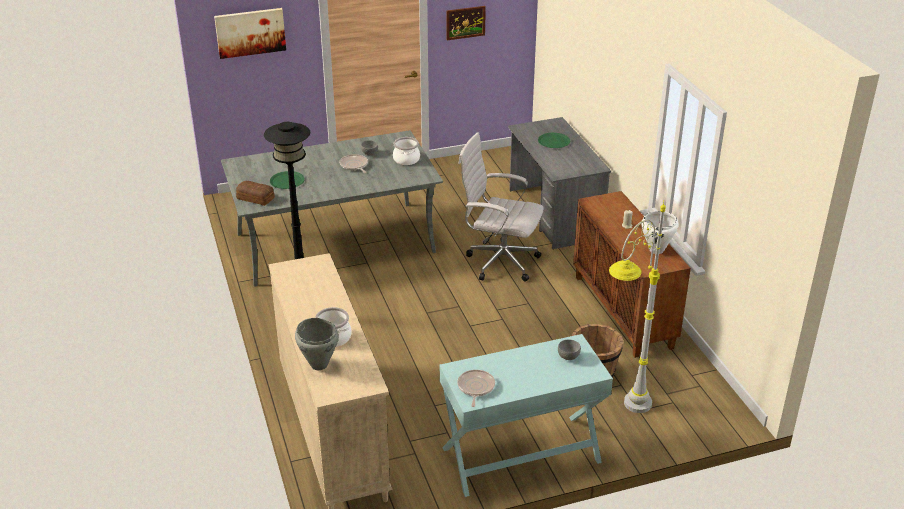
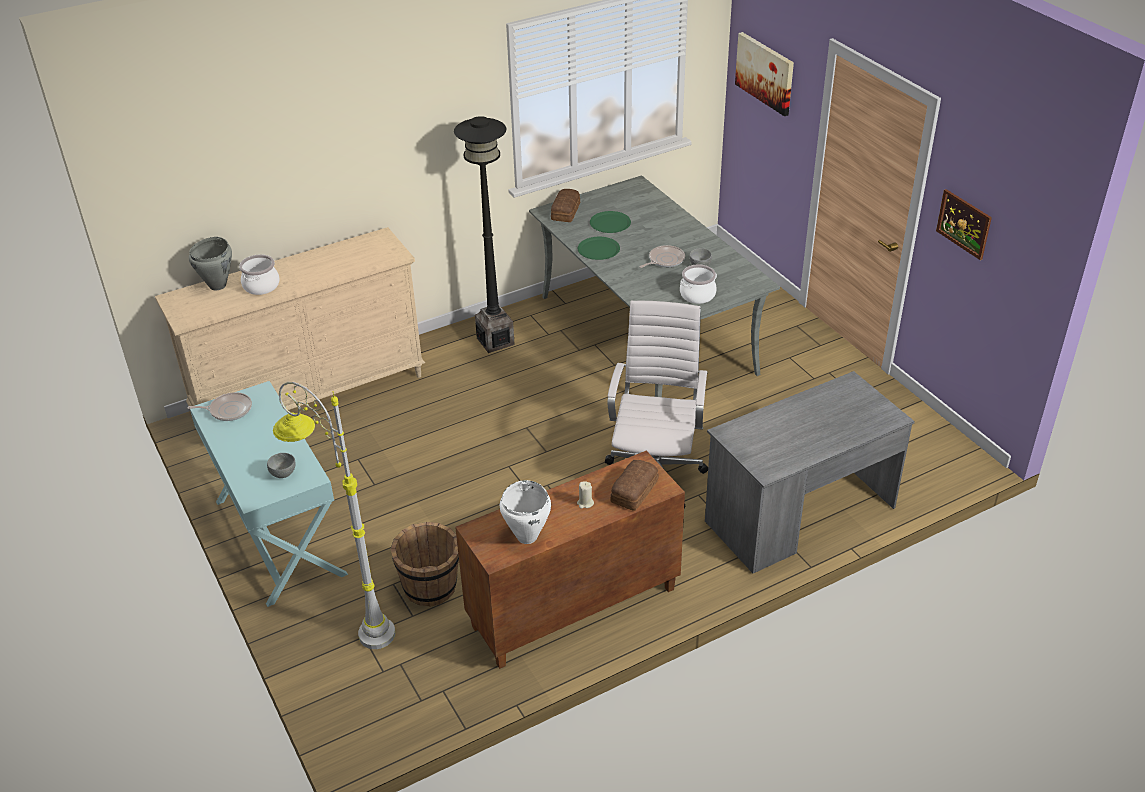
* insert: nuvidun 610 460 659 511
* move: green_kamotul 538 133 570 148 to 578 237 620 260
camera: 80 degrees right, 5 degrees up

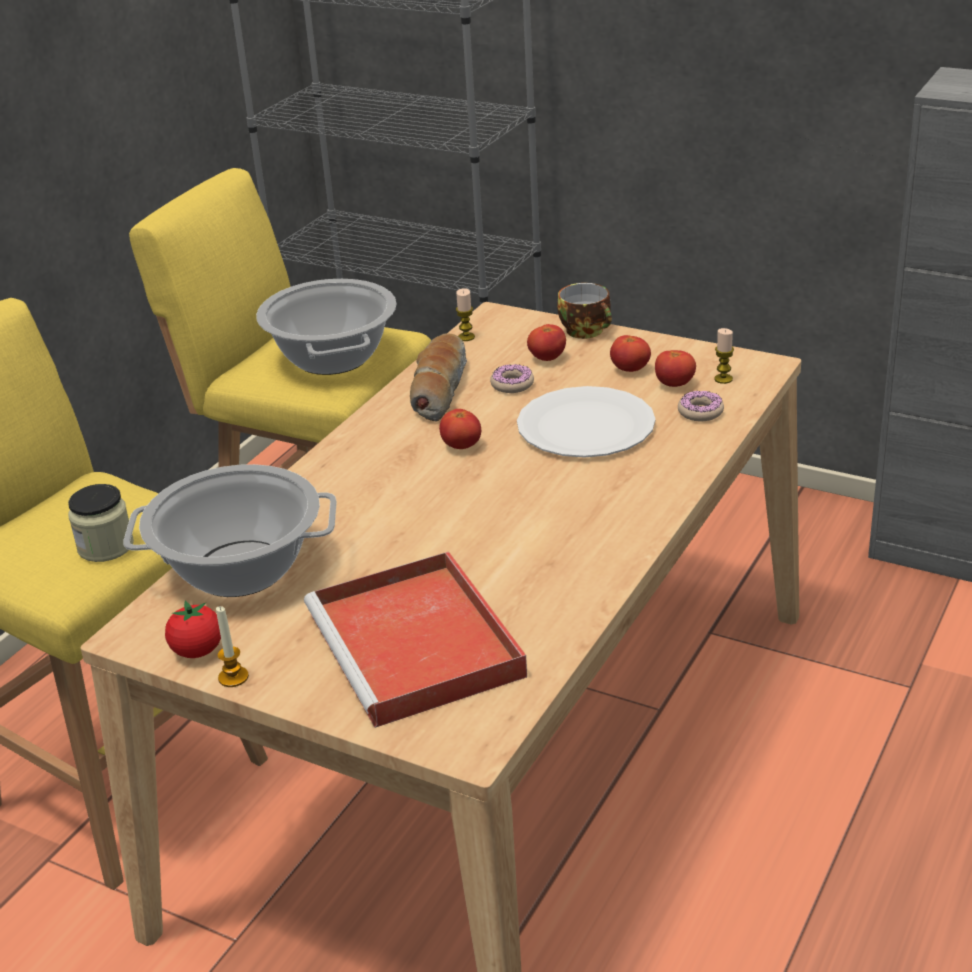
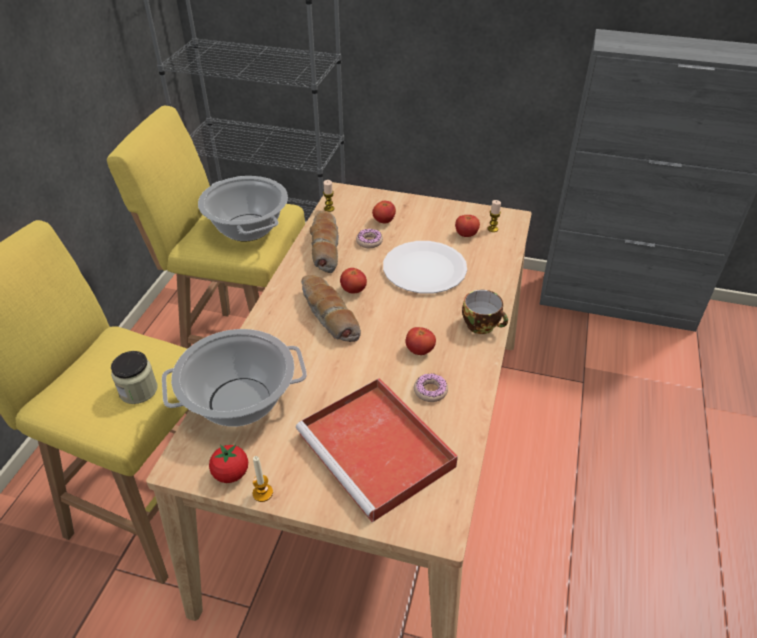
* insert: nuvidun 301 275 361 342
* move: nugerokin 557 283 612 339 to 462 290 508 334
* move: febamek 610 335 651 372 to 406 327 436 355
* move: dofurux 678 391 724 421 to 414 374 448 402
camera: 15 degrees left, 10 degrees up

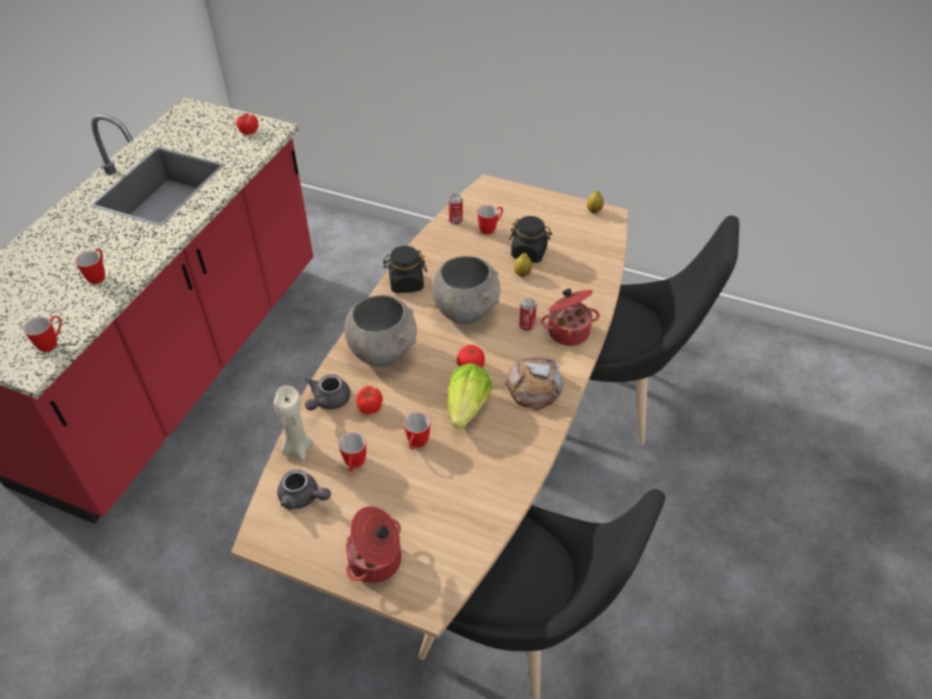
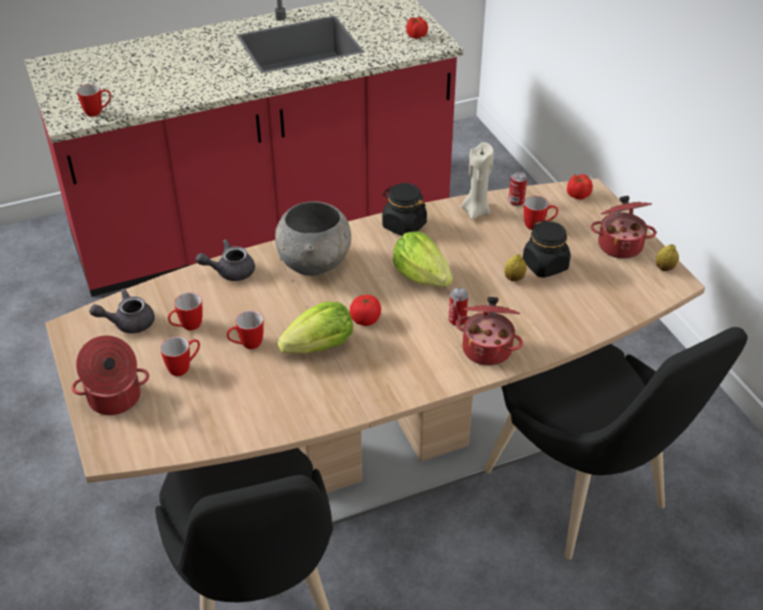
* delete: nuvidun 505 357 563 410
* insert: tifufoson 591 196 656 259
* move: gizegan 75 248 105 284 to 160 337 200 376
* move: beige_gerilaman 273 386 313 461 to 461 142 494 220
* move: febamek 356 386 383 414 to 567 174 593 200
* replace: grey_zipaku 432 256 500 324 to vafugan 393 232 453 287
* rotate: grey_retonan 277 470 331 510 = 89 289 155 333 90 degrees clockwise
camera: 45 degrees right, 5 degrees down

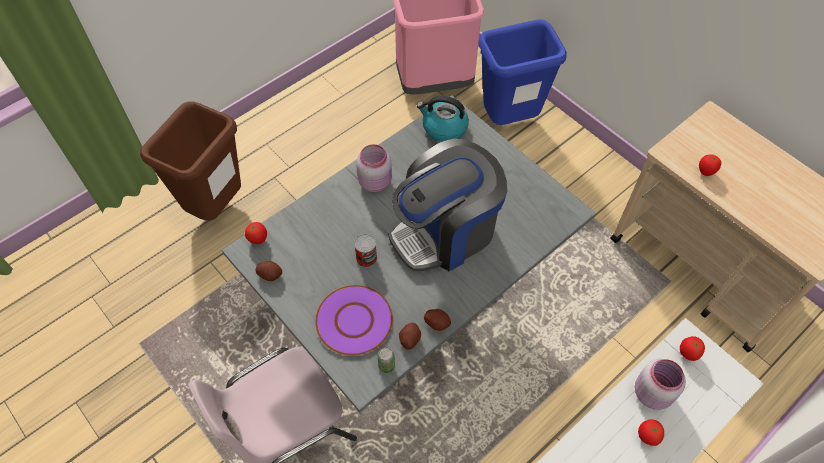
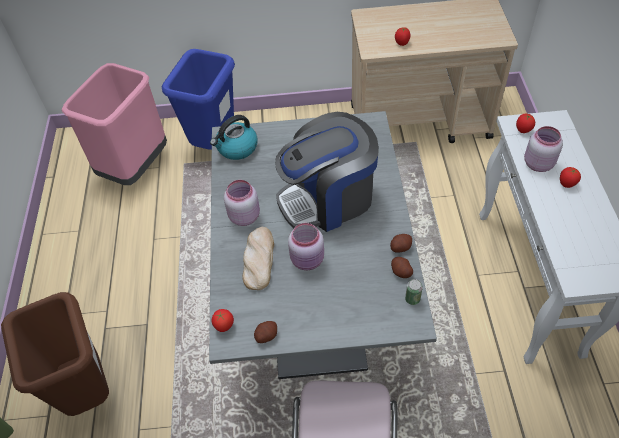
* delete: purple_kamotul 315 285 393 356
* insert: nuvidun 243 227 274 290
* replace: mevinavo 354 234 377 267 to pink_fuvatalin 288 223 324 270
* rotate: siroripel 388 139 507 271 = 275 112 379 232 60 degrees clockwise
camera: 50 degrees left, 5 degrees down

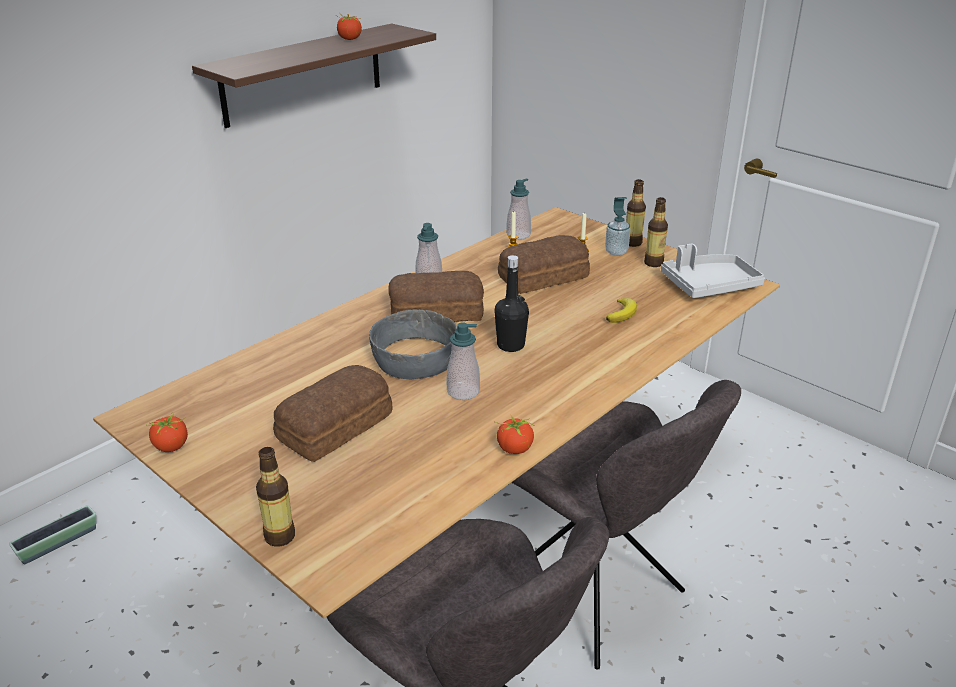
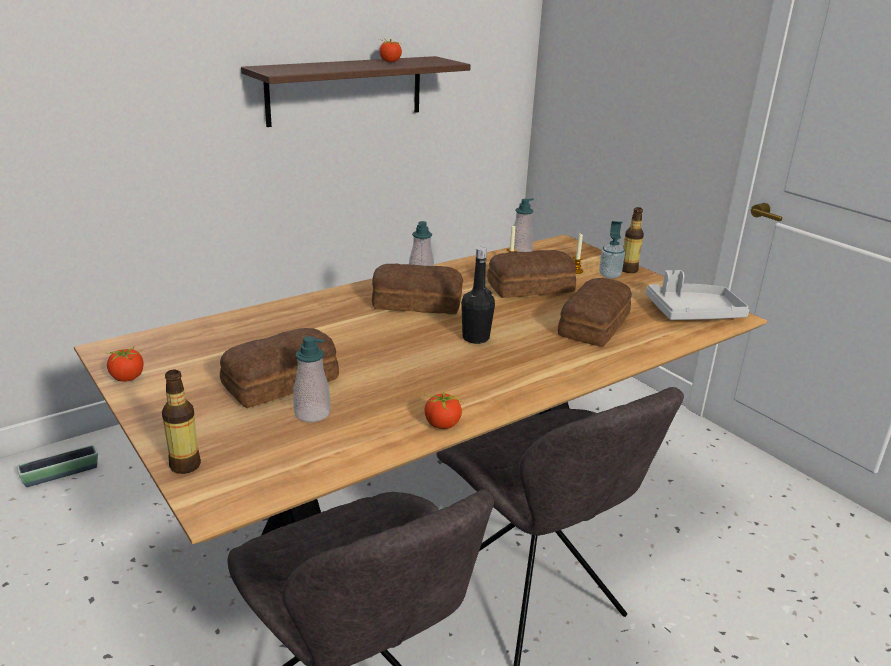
* delete: grey_zipaku 369 310 457 379
* delete: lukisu 644 197 668 267
* move: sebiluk 446 322 480 400 to 293 336 331 422
* replace: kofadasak 606 298 637 323 to nuvidun 558 278 632 347
camera: 10 degrees right, 5 degrees down

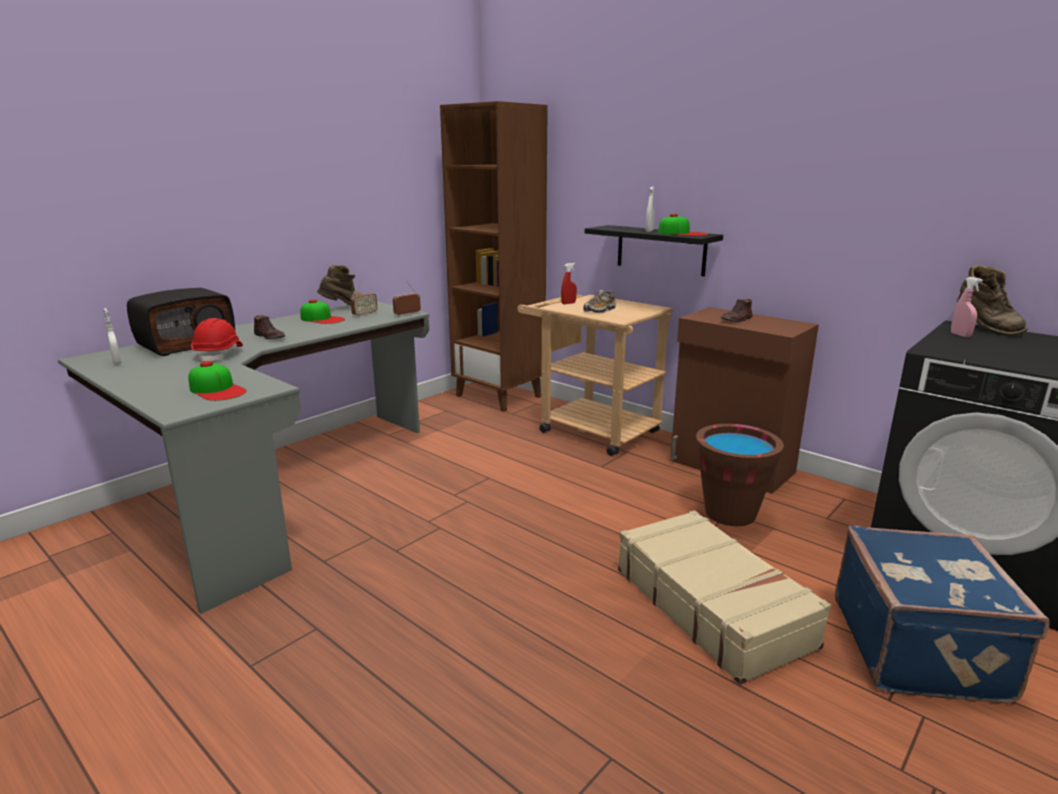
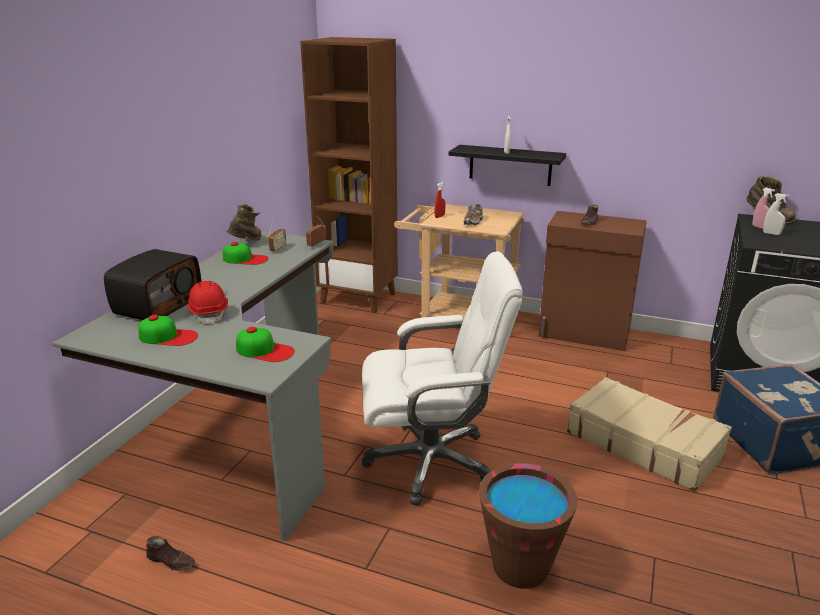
* insert: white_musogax 362 251 523 506
* move: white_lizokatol 104 308 122 364 to 763 193 789 235
* move: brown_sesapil 254 315 285 340 to 146 536 195 571
* move: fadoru 658 214 708 236 to 138 315 198 346
* move: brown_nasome 696 424 784 526 to 479 463 578 589
camera: 20 degrees left, 5 degrees up

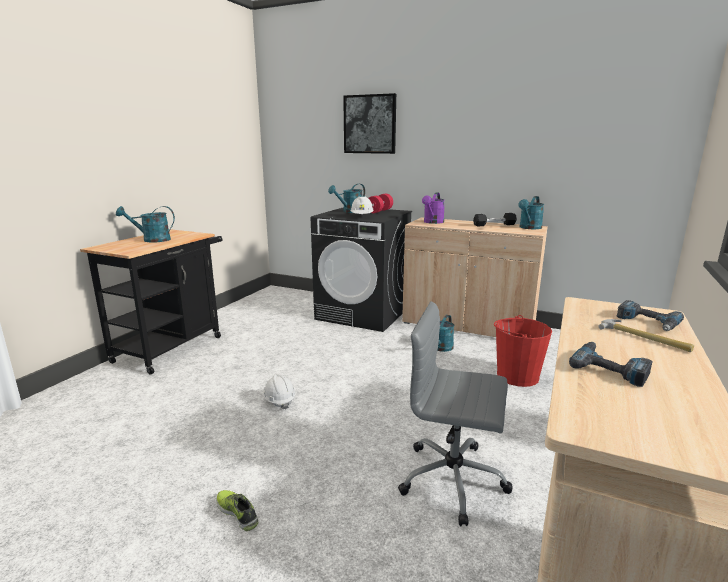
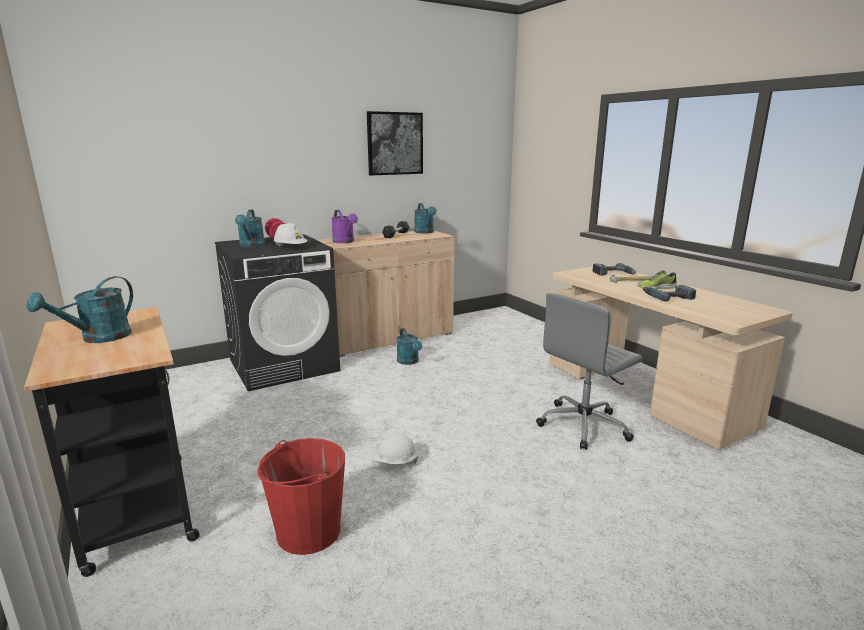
* move: sesapil 216 490 258 531 to 637 270 677 289
* move: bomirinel 343 93 396 154 to 367 111 423 175
* move: red_nasome 494 315 552 387 to 257 438 345 555
camera: 55 degrees left, 0 degrees up

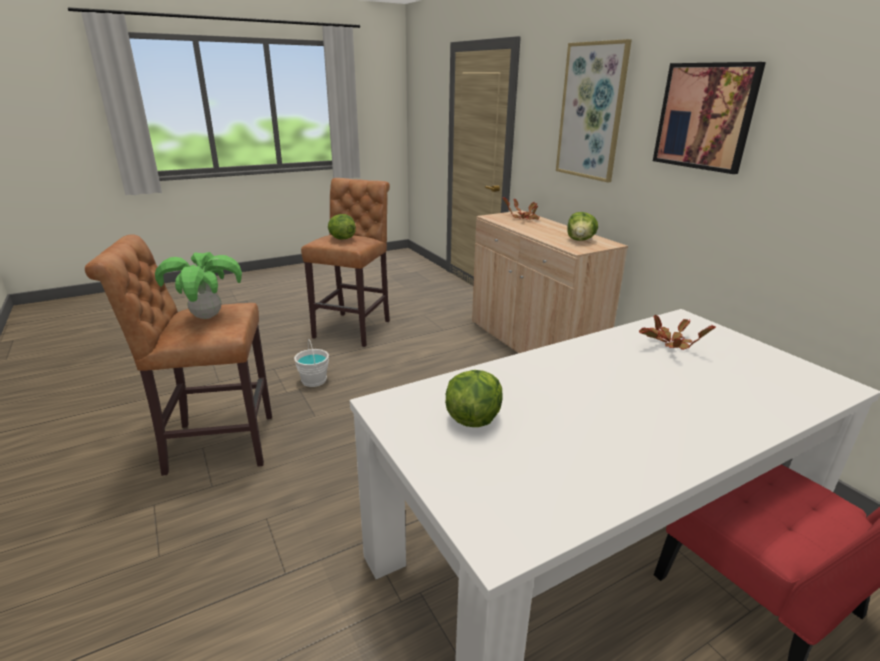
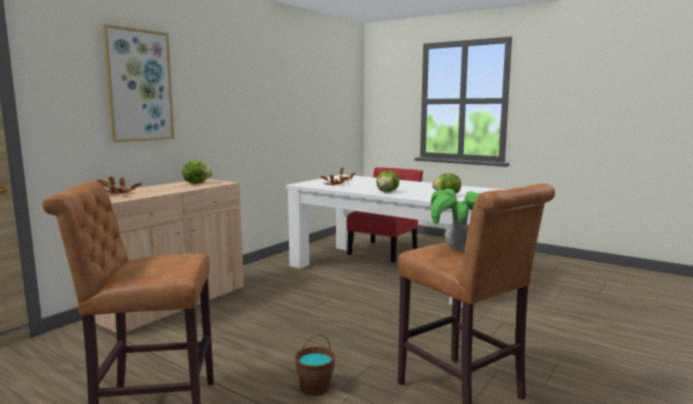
* delete: bomirinel 653 62 766 174
* move: vafugan 328 214 356 239 to 376 171 399 192
* recolor: white_nasome 294 339 329 387 to brown_nasome 294 335 336 396
camera: 115 degrees left, 15 degrees down

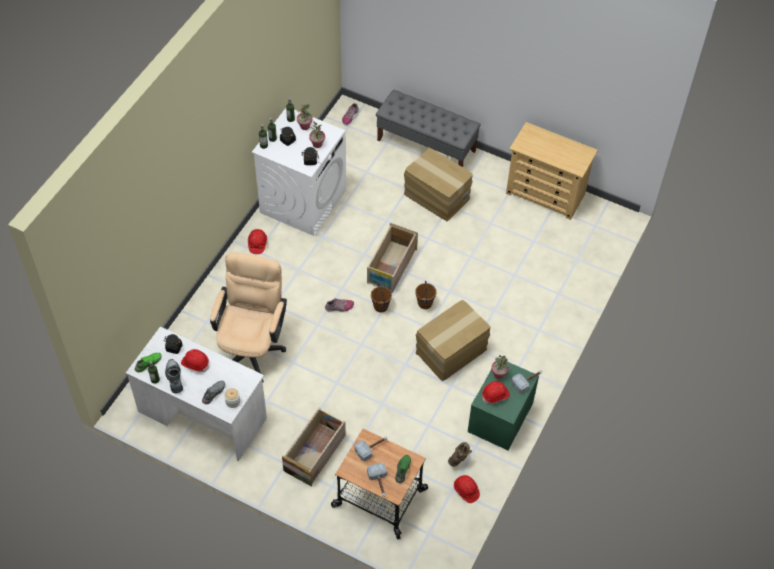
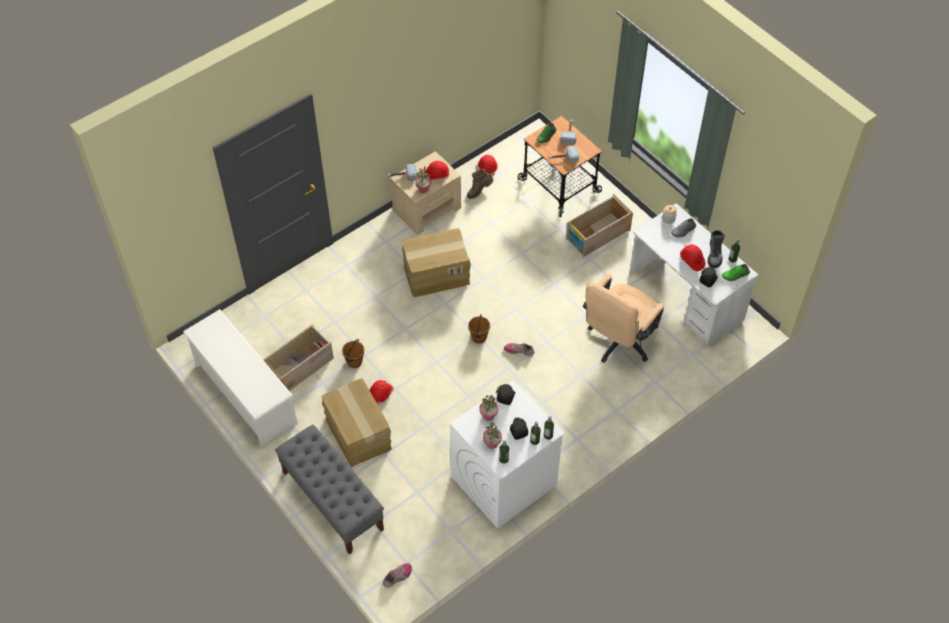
* move: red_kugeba 248 229 267 254 to 370 380 393 405
* move: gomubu 367 223 418 293 to 263 325 334 391
* move: brown_nasome 415 281 437 309 to 342 339 364 368
* replace: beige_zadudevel 506 122 598 220 to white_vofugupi 183 309 298 446
* recolor: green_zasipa 468 359 539 450 to beige_zasipa 390 151 461 235
camera: 155 degrees left, 0 degrees up

